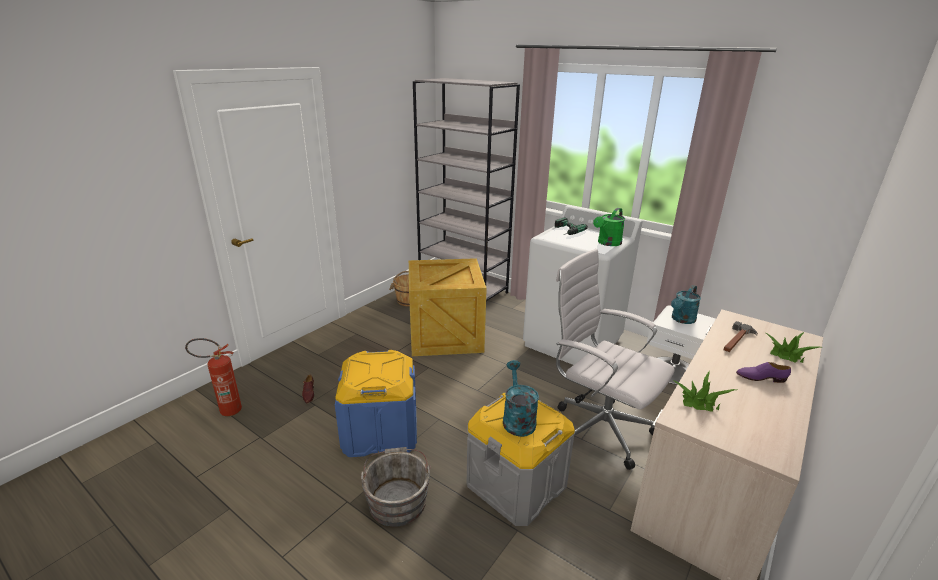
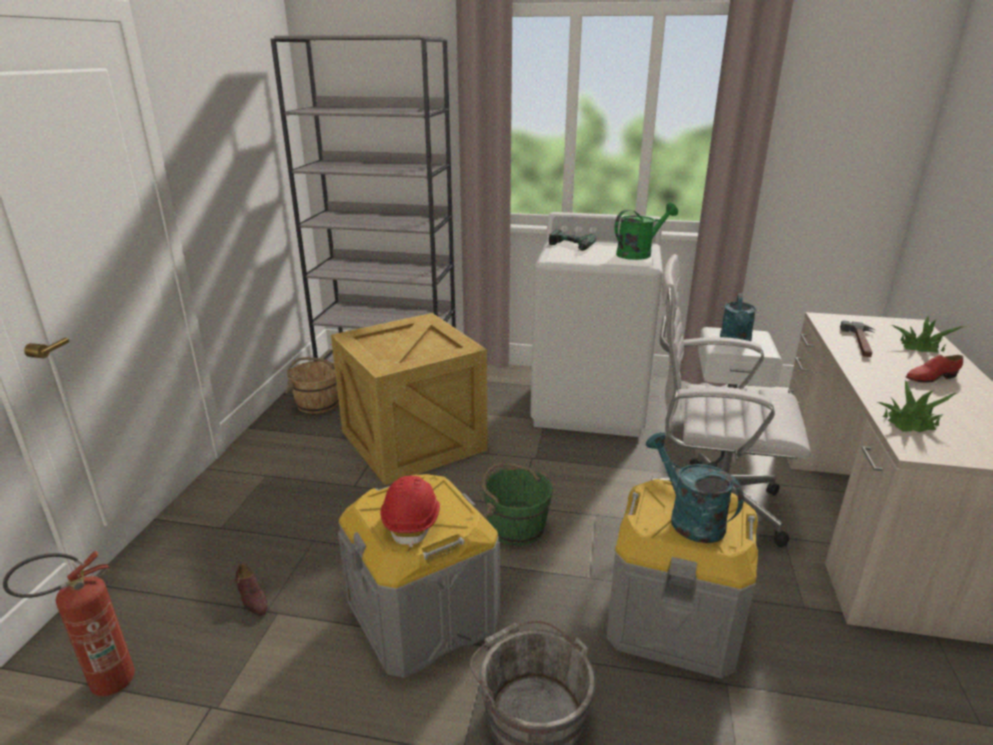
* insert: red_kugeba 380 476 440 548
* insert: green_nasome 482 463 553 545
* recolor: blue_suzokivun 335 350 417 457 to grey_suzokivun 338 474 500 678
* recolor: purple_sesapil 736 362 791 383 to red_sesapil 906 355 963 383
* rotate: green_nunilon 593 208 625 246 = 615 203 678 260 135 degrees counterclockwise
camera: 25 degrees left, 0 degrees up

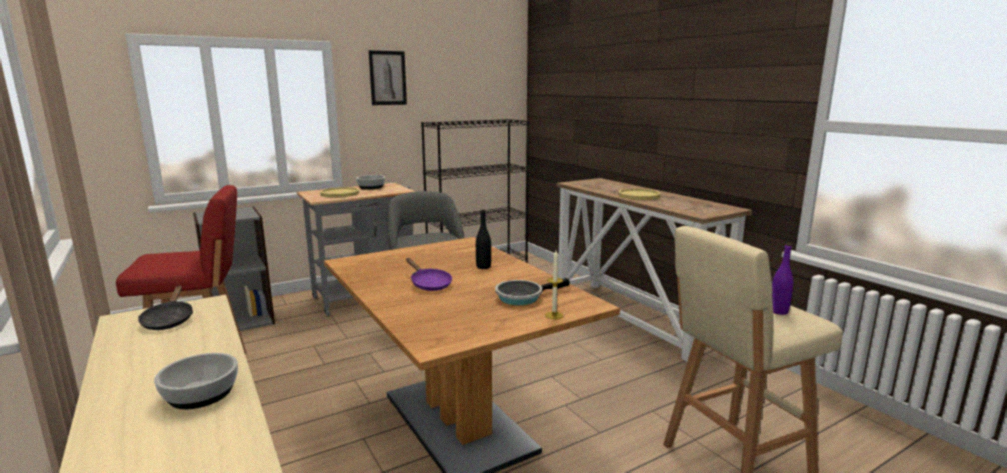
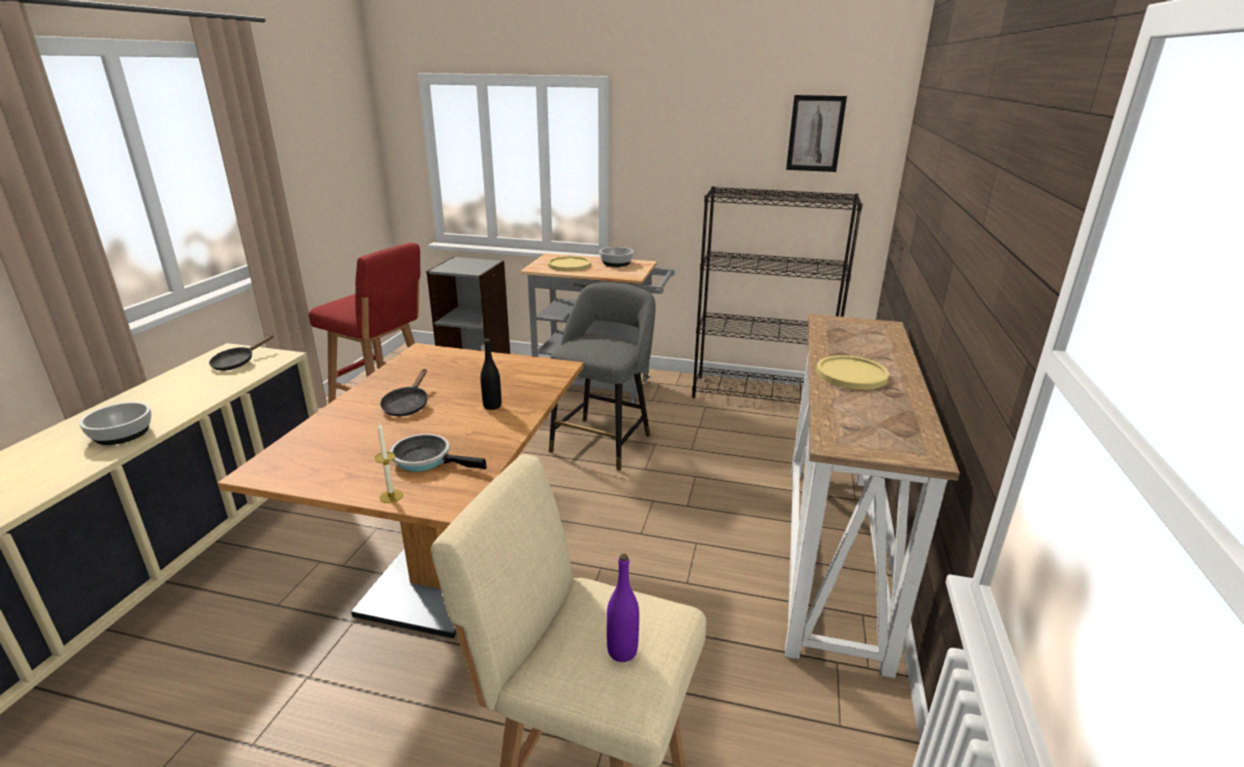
* move: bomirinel 369 50 407 105 to 786 95 847 172
* recolor: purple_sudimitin 406 258 452 291 to black_sudimitin 380 369 428 416
camera: 45 degrees right, 10 degrees up

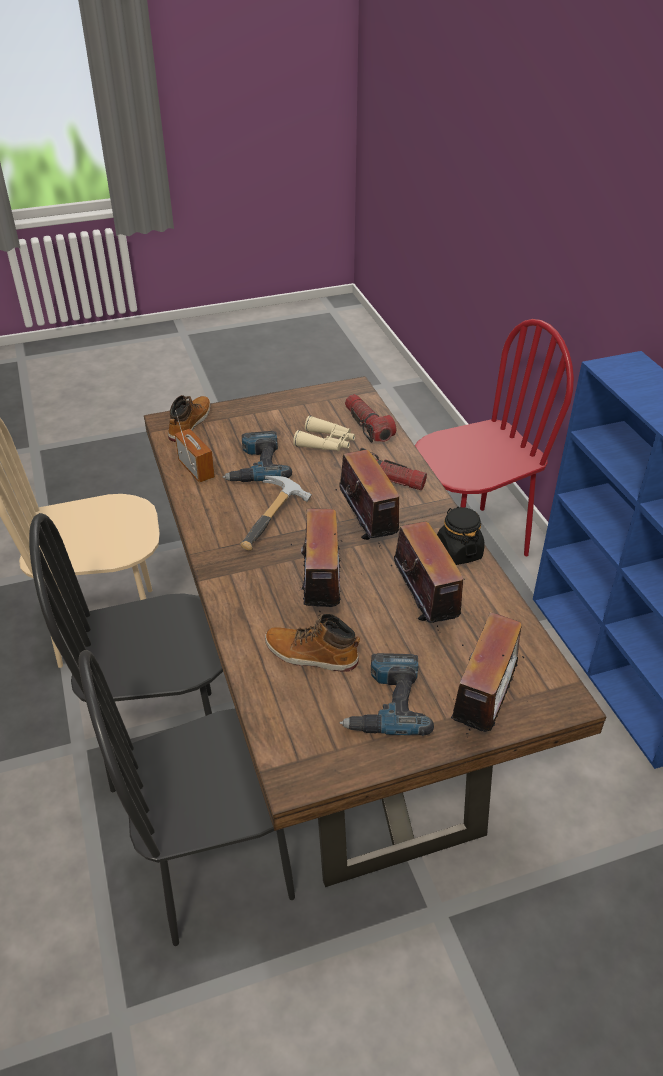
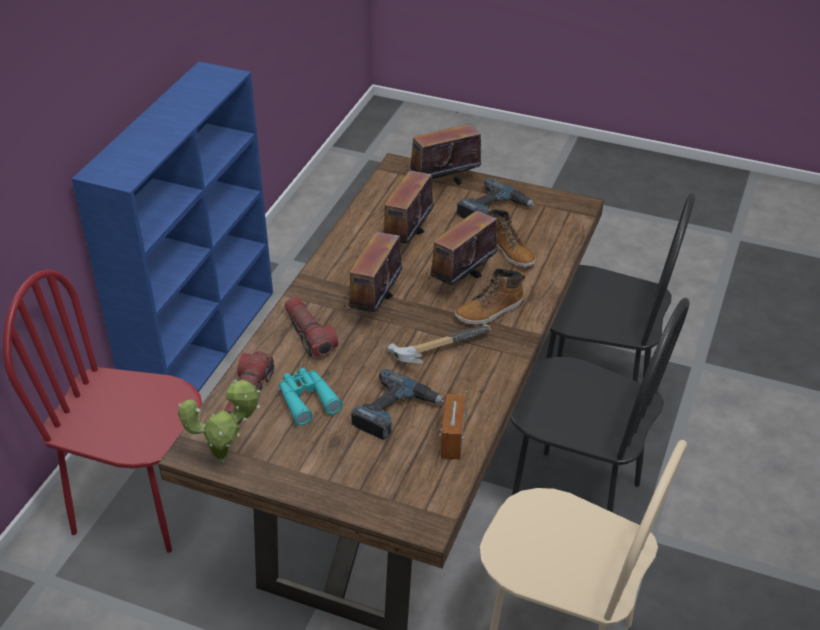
* delete: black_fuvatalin 437 506 485 565
* insert: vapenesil 178 379 261 462
* move: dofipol 168 395 211 442 to 455 269 525 325
* recolor: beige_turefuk 293 416 355 451 to turquoise_turefuk 279 368 343 426
camera: 140 degrees left, 0 degrees up

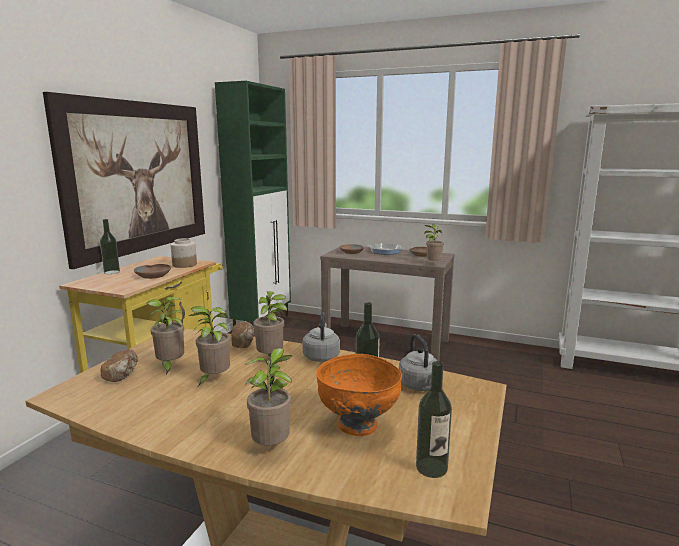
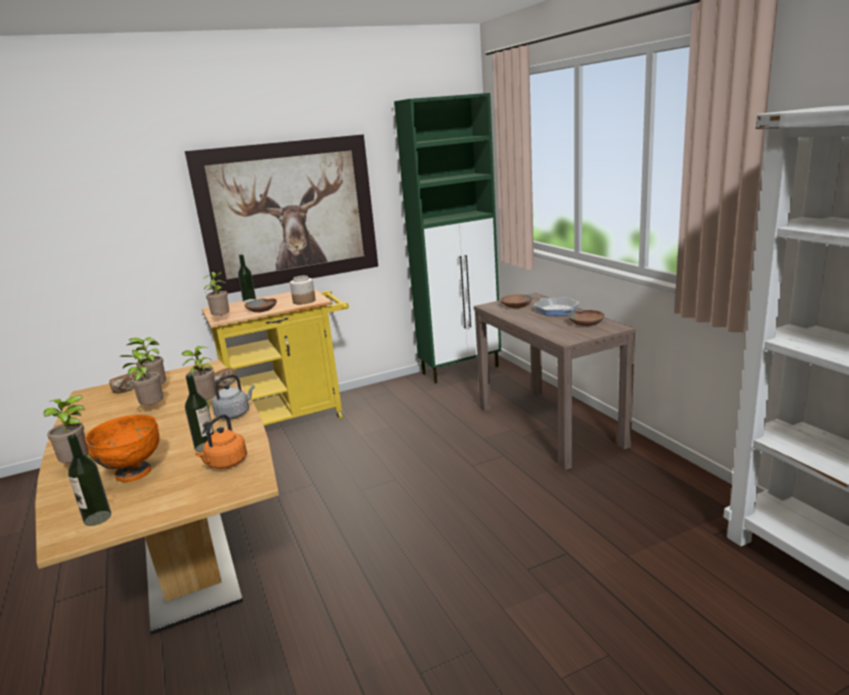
* move: vapenesil 424 224 444 262 to 203 272 229 316
* recolor: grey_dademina 399 334 438 391 to orange_dademina 195 414 247 469
camera: 45 degrees right, 5 degrees up

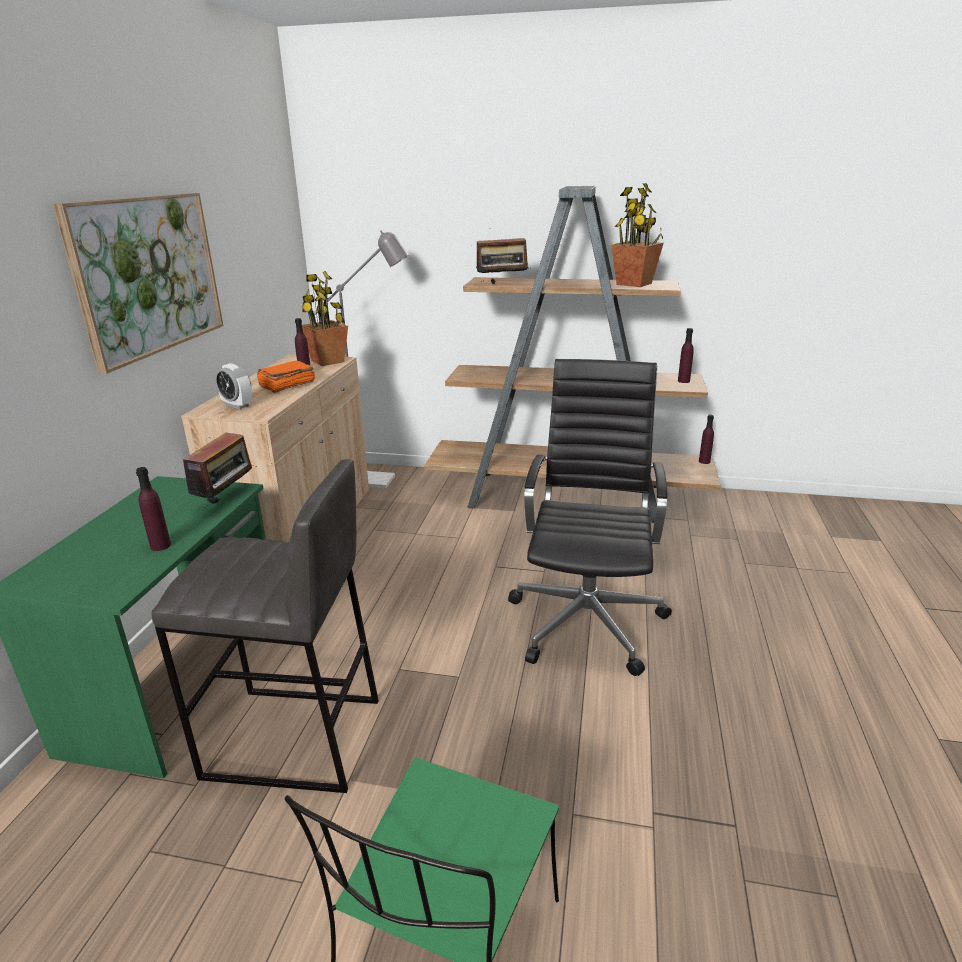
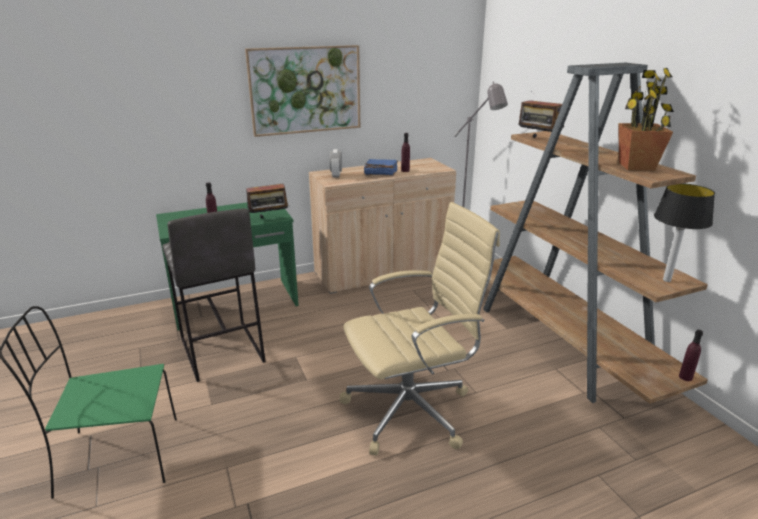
* delete: vapenesil 302 271 348 366
* replace: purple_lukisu 678 328 694 383 to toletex 654 183 715 282
* recolor: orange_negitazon 257 361 315 393 to blue_negitazon 364 159 398 176
* recolor: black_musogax 508 359 672 676 to beige_musogax 340 202 500 455
camera: 55 degrees right, 0 degrees up

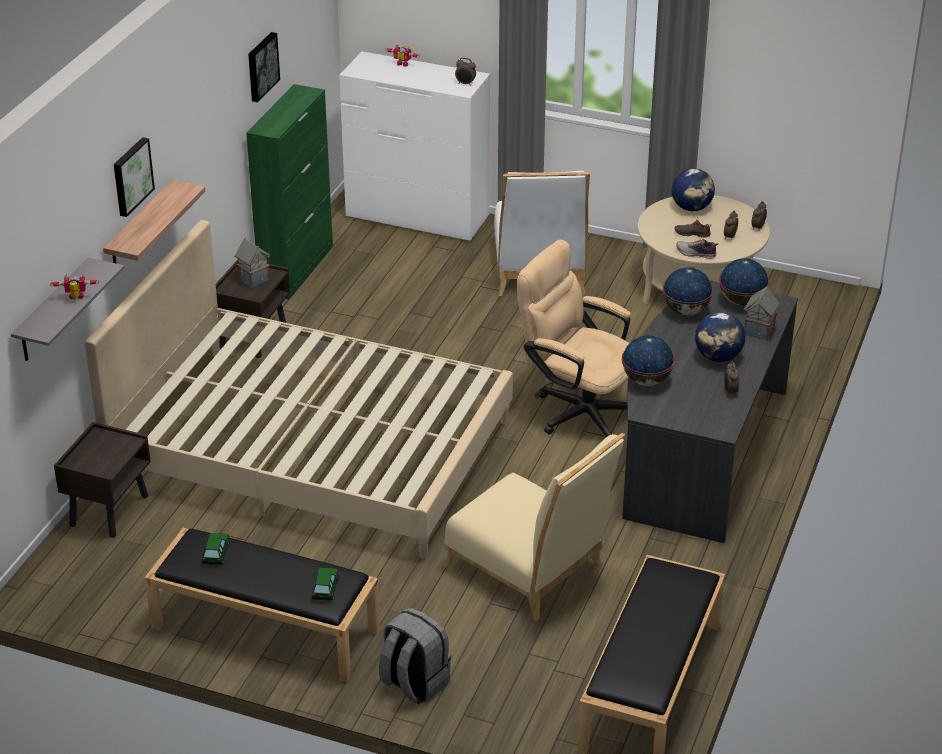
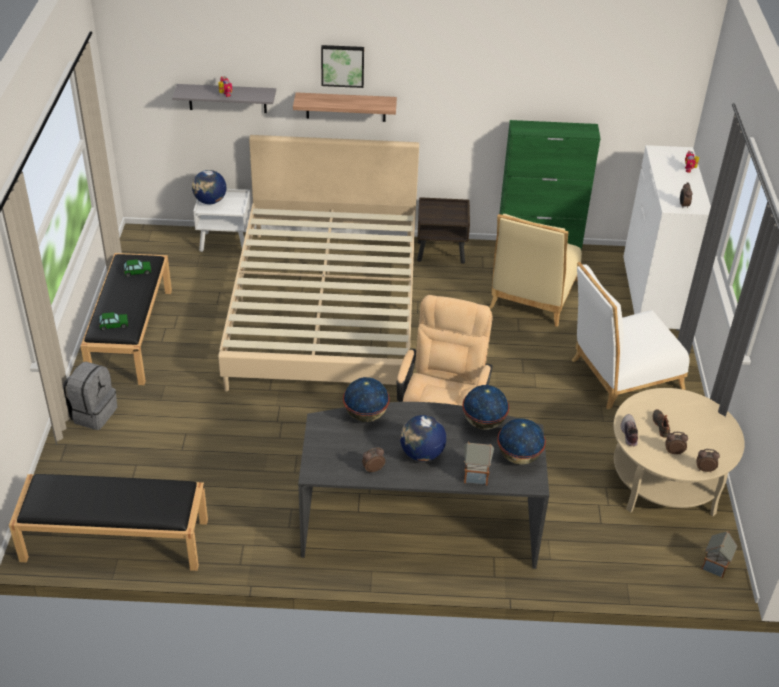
* delete: bomirinel 248 32 280 102
* move: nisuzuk 235 237 270 289 to 701 531 737 578
* move: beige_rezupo 443 433 626 621 to 489 214 582 327
* move: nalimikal 672 168 715 211 to 192 170 226 204
* recolor: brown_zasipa 54 422 151 538 to white_zasipa 193 189 251 252
camera: 70 degrees right, 5 degrees up

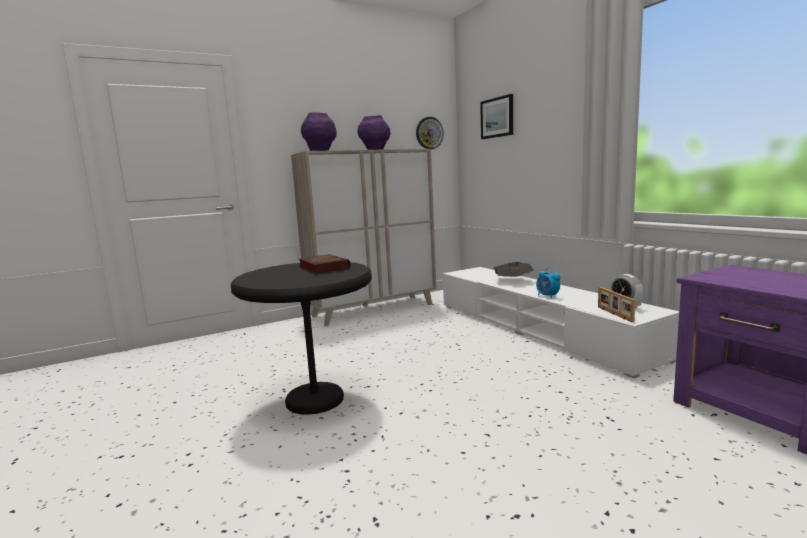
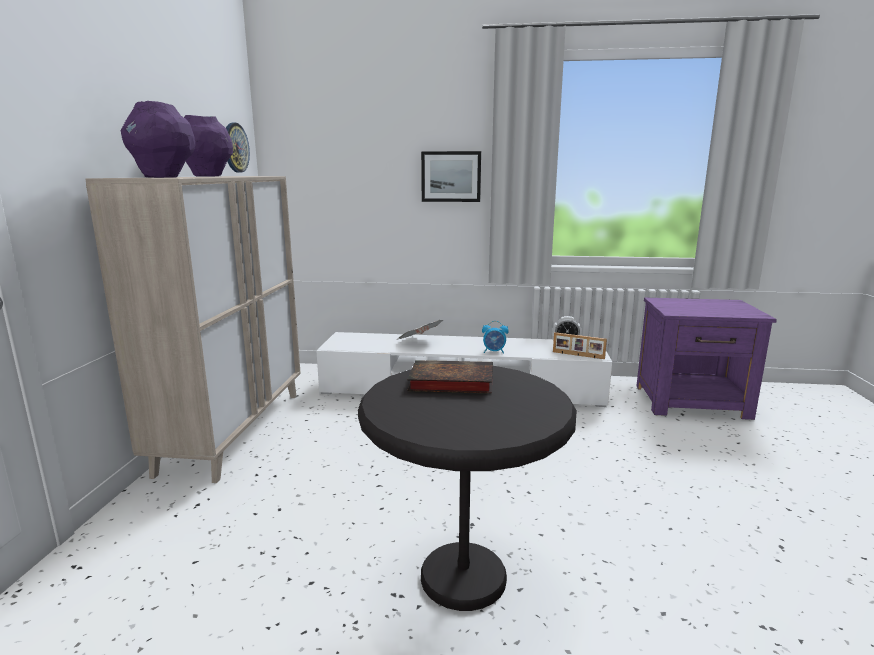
* move: bomirinel 480 94 513 139 to 421 151 481 202
camera: 55 degrees left, 5 degrees up

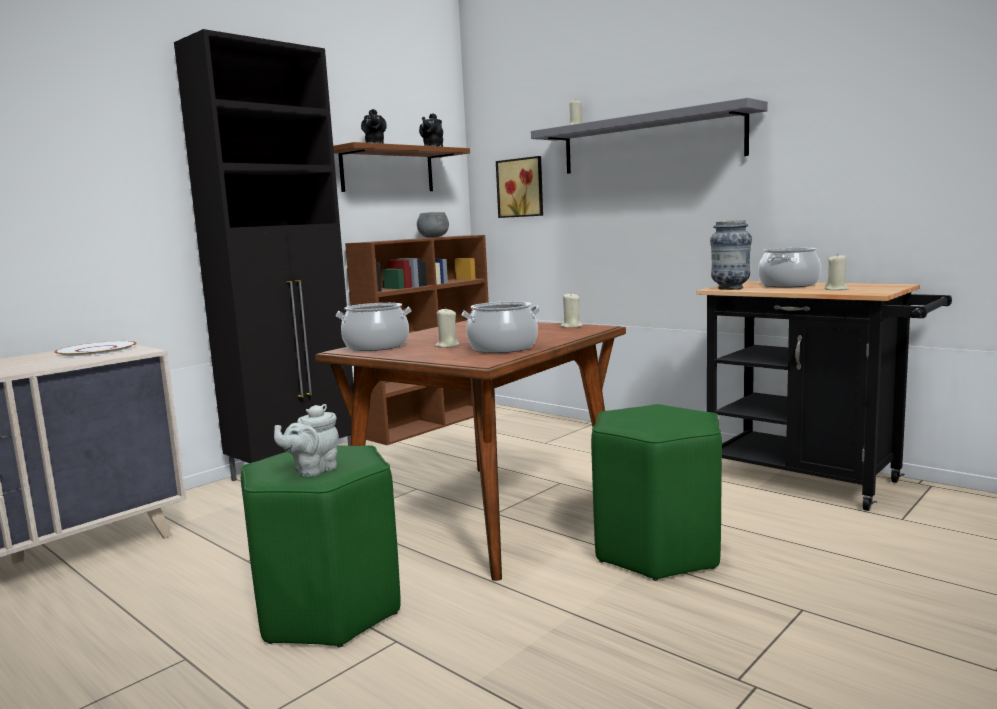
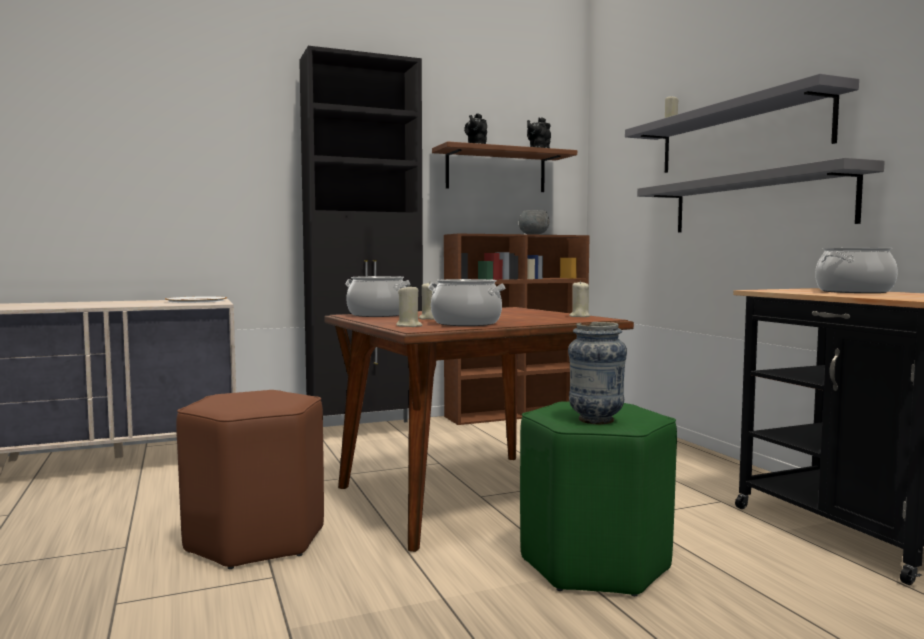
* delete: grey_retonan 274 404 339 477
* delete: bomirinel 496 156 543 218
* insert: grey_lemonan 637 157 885 232
* move: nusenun 710 220 752 290 to 568 322 627 424
* move: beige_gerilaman 825 253 849 290 to 396 284 423 327
* recolor: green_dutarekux 241 445 401 647 to brown_dutarekux 176 390 324 569
camera: 25 degrees right, 5 degrees down

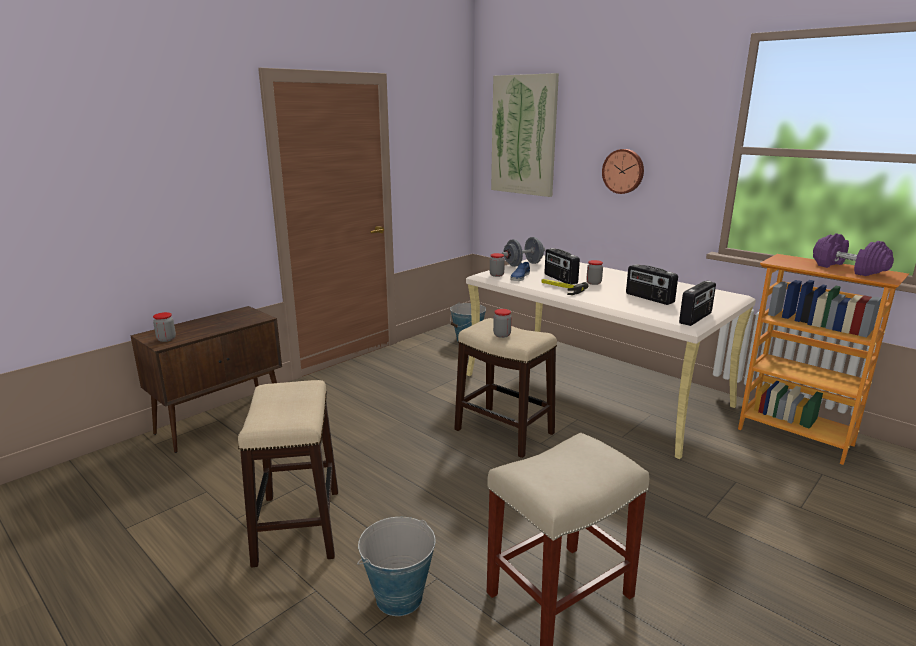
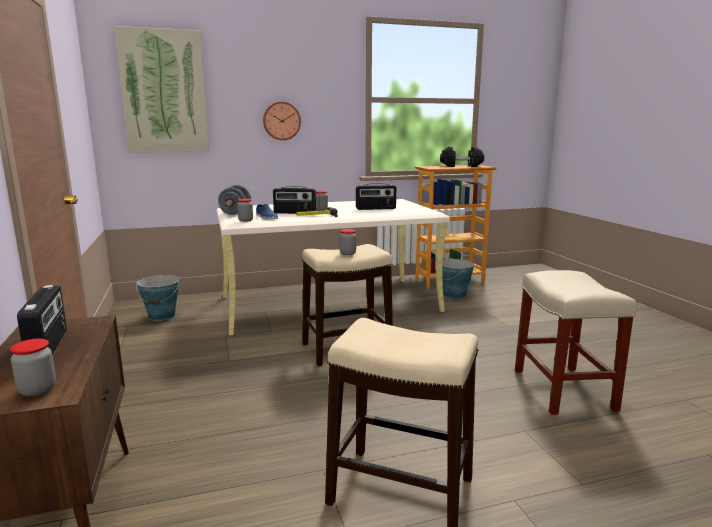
* move: nasome 357 517 435 616 to 442 258 475 299
* move: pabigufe 679 281 716 326 to 17 285 67 354
* recolor: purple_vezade 813 233 894 276 to black_vezade 440 146 484 167
camera: 60 degrees left, 5 degrees down

